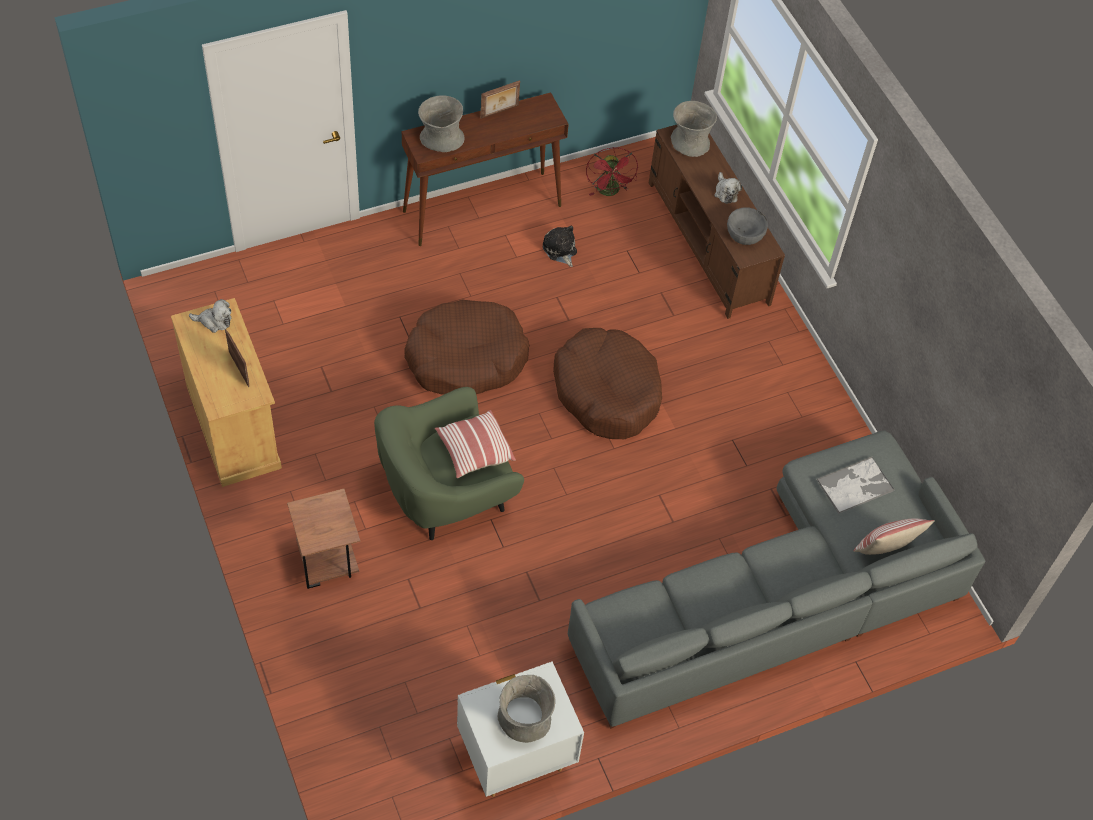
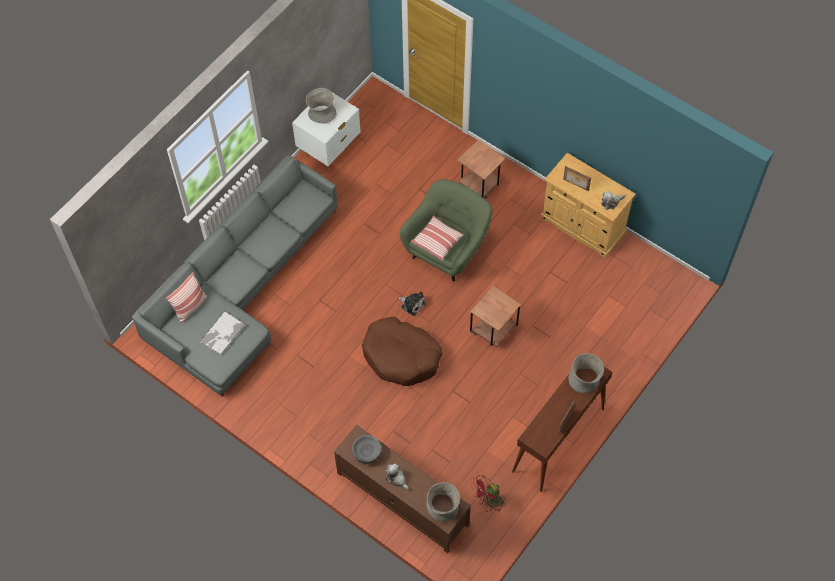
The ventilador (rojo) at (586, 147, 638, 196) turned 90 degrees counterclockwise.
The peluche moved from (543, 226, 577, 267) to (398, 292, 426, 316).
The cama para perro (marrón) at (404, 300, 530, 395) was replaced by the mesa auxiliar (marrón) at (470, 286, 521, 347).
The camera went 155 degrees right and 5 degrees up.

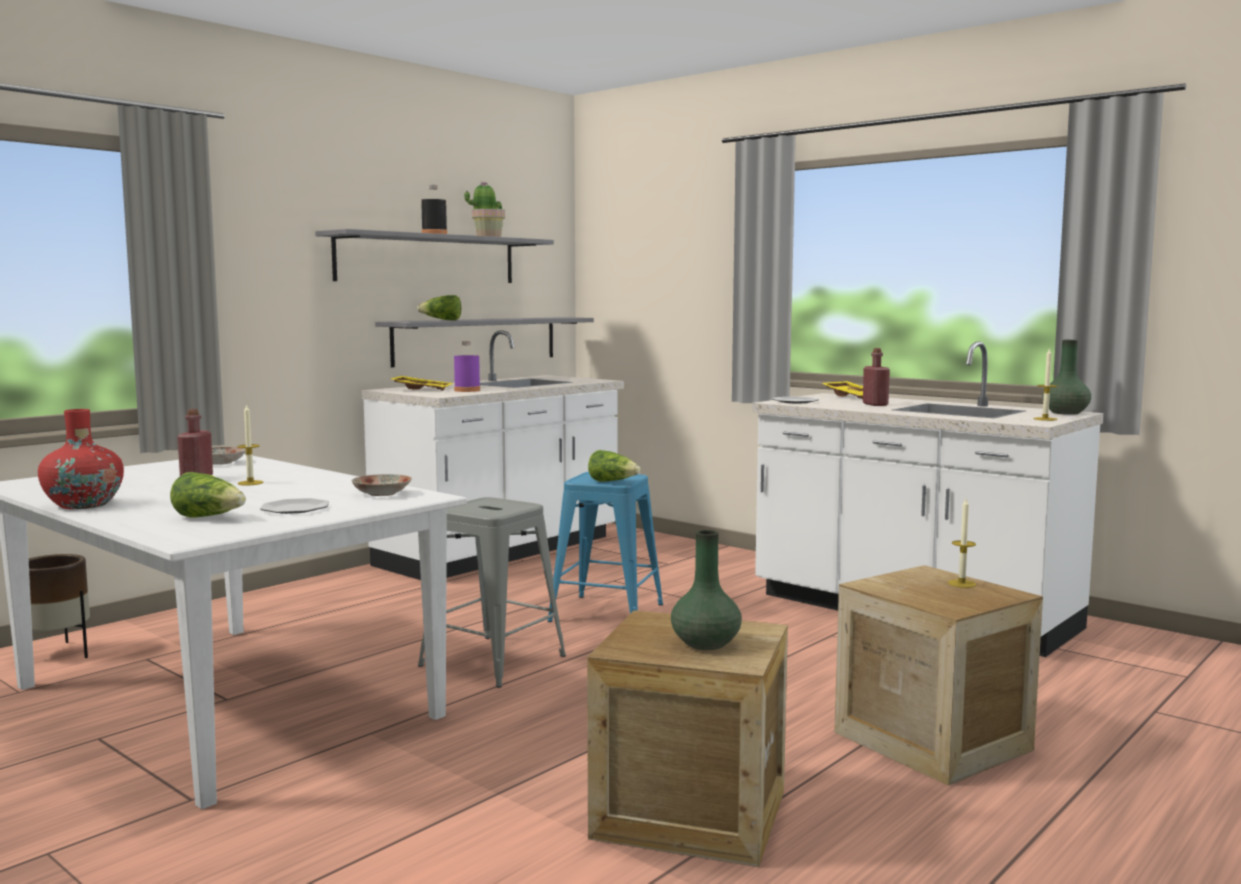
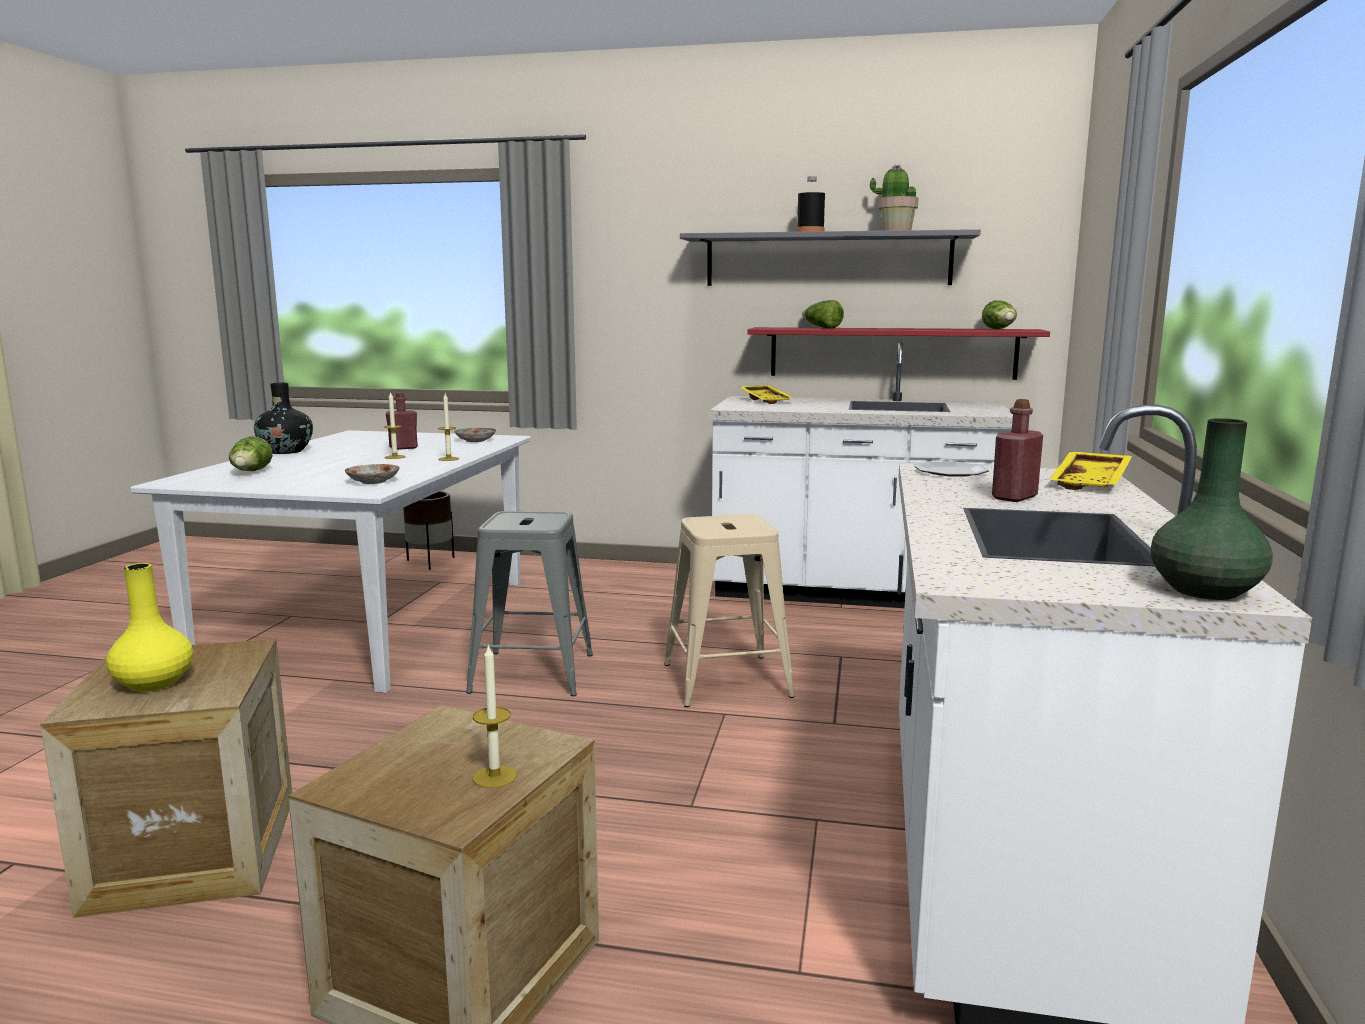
The estante (gris) at (375, 317, 594, 367) became the estante (rojo) at (747, 327, 1050, 380).
The botella (morado) at (454, 341, 480, 392) disappeared.
The vela moved from (1034, 347, 1057, 421) to (438, 394, 459, 461).
The florero (rojo) at (38, 409, 124, 509) became the florero (negro) at (254, 383, 313, 454).
The lechuga moved from (588, 450, 641, 482) to (982, 300, 1017, 329).
The taburete (azul) at (547, 472, 663, 622) became the taburete (beis) at (664, 514, 794, 707).
The plato at (260, 498, 329, 514) disappeared.
The florero (verde) at (671, 530, 742, 650) became the florero (amarillo) at (106, 563, 193, 692).
The camera went 60 degrees right and 5 degrees up.

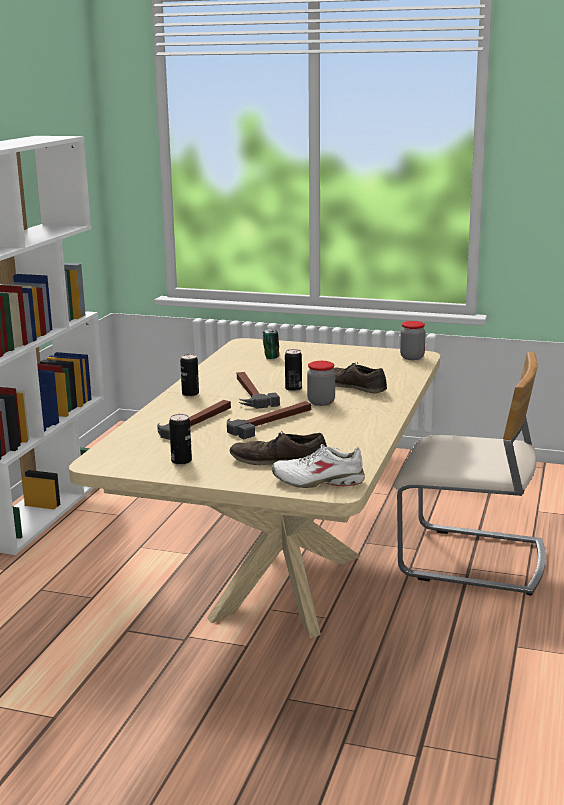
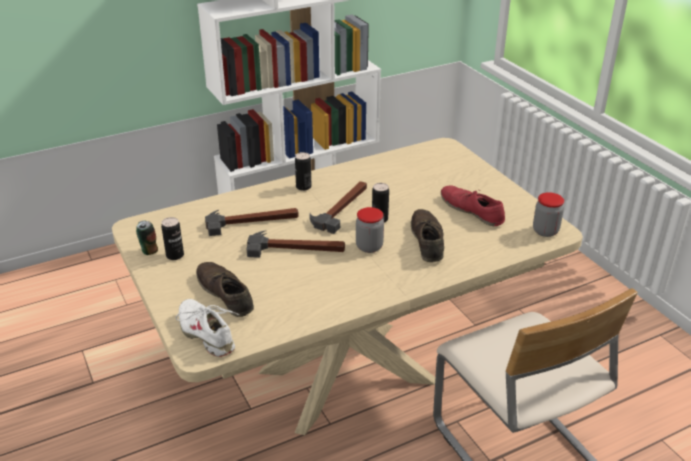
The lata moved from (263, 329, 279, 359) to (136, 221, 158, 255).
The zapato (rojo) at (441, 186, 505, 226) appeared.
The camera went 45 degrees right and 15 degrees up.

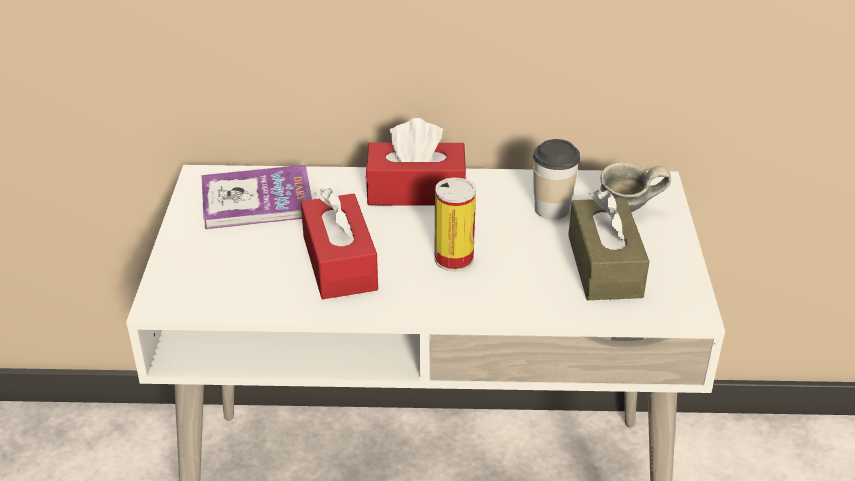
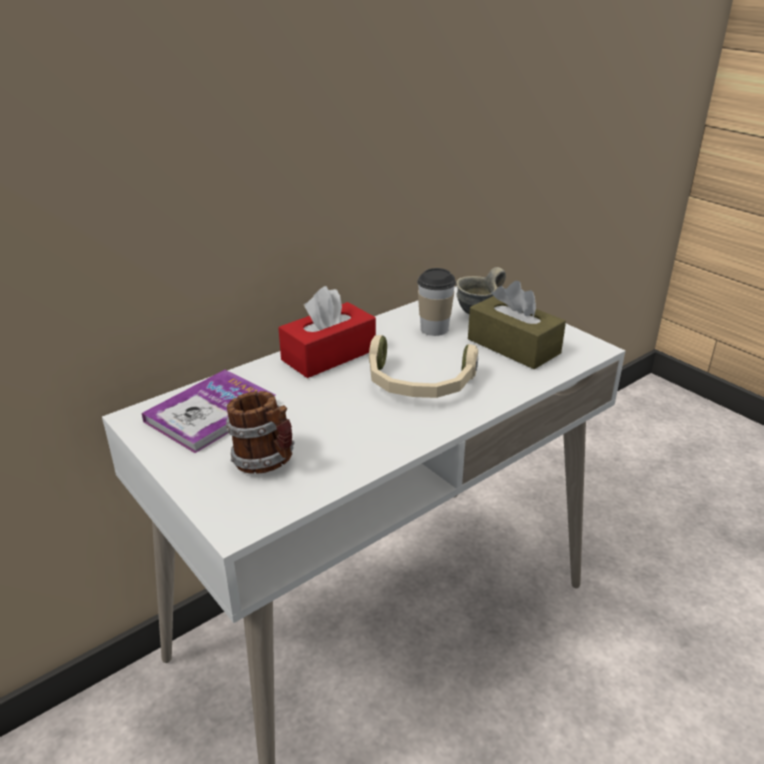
The lata at (434, 178, 476, 272) was replaced by the auriculares (beis) at (369, 335, 478, 398).
The caja de pañuelos (rojo) at (301, 188, 378, 299) disappeared.
The taza grande at (226, 391, 295, 474) appeared.
The camera went 40 degrees left and 5 degrees down.

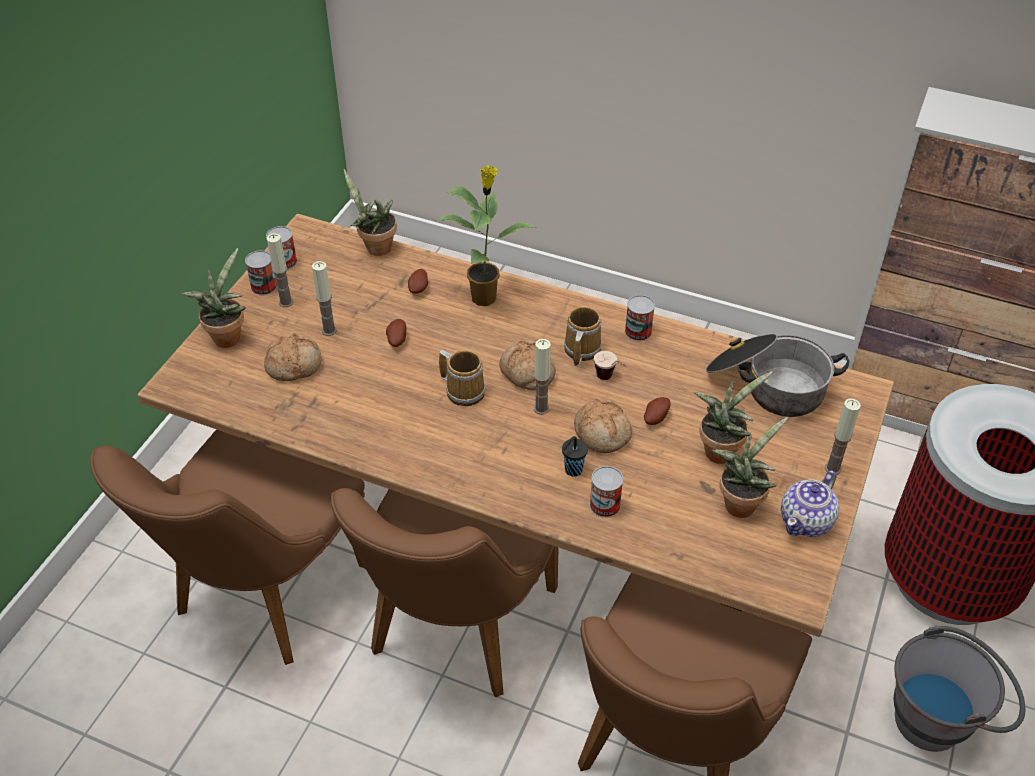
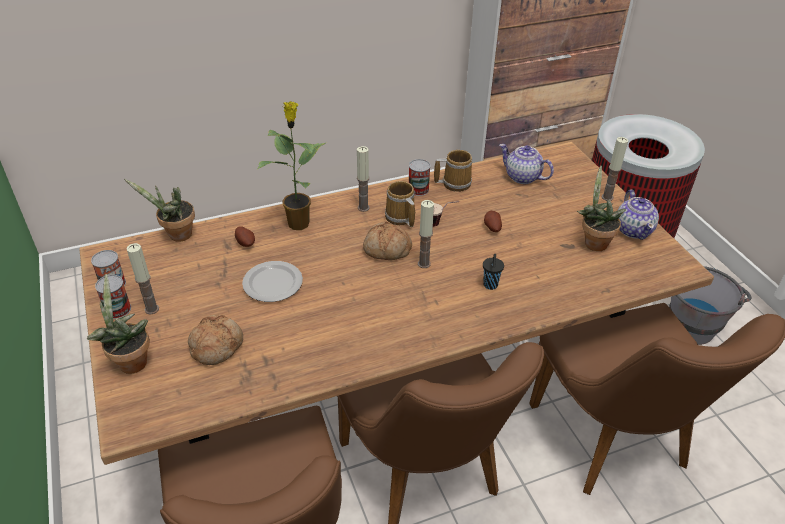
The vela moved from (312, 261, 337, 336) to (357, 146, 370, 212).
The patata at (386, 319, 406, 347) was replaced by the plato at (242, 261, 303, 302).
The olla at (706, 334, 850, 417) was replaced by the tetera at (500, 144, 554, 184).
The taza grande moved from (439, 350, 486, 406) to (434, 150, 472, 192).
The planta en maceta at (694, 371, 773, 464) disappeared.
The pan at (574, 399, 632, 453) disappeared.
The lata at (590, 466, 623, 518) disappeared.
The camera went 45 degrees left and 5 degrees down.

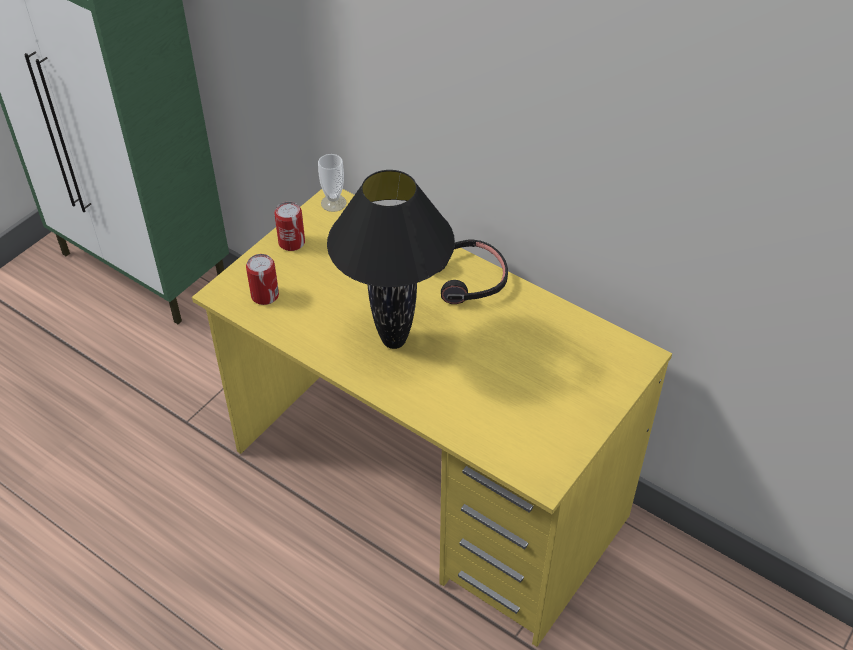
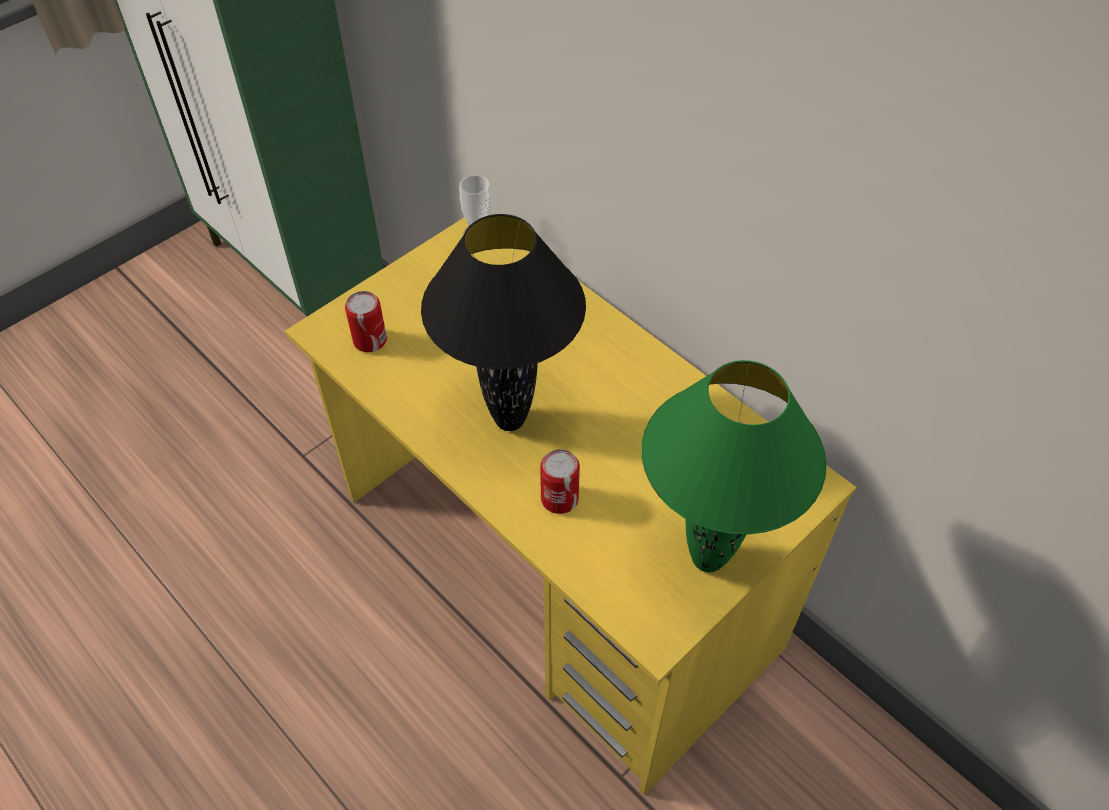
The lata moved from (274, 202, 305, 251) to (540, 449, 580, 514).
The auriculares (negro) at (439, 239, 508, 304) disappeared.
The lámpara de mesa (verde) at (641, 360, 827, 573) appeared.
The camera went 10 degrees right and 5 degrees up.

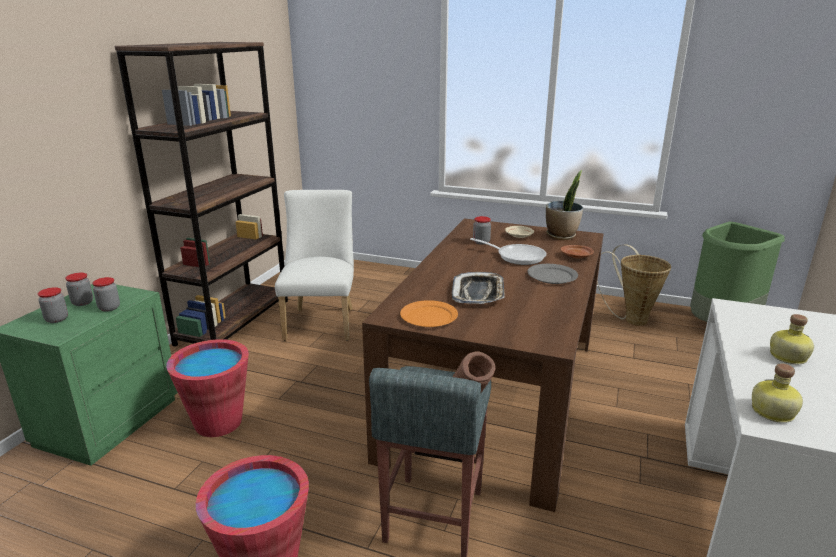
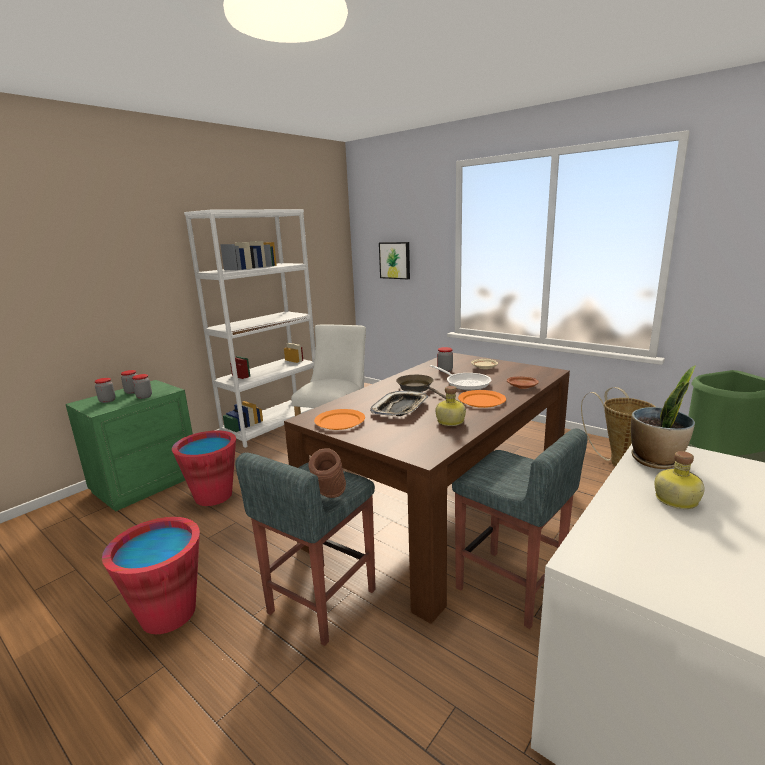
The estantería (marrón) at (115, 42, 288, 347) became the estantería (blanco) at (184, 209, 315, 448).
The planta en maceta moved from (546, 170, 583, 240) to (631, 365, 696, 469).
The plato (gris) at (527, 264, 578, 284) became the plato (naranja) at (458, 390, 506, 408).
The botella moved from (752, 363, 803, 423) to (435, 386, 466, 426).
The cuadro at (379, 242, 410, 279) appeared.
The sartén (marrón) at (396, 375, 446, 399) appeared.
The taburete (gris) at (452, 428, 587, 629) appeared.
The camera went 20 degrees right and 5 degrees down.

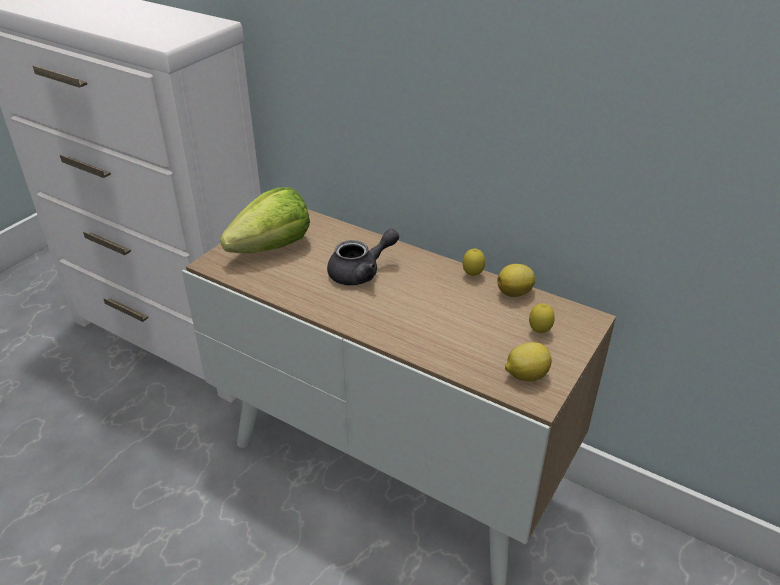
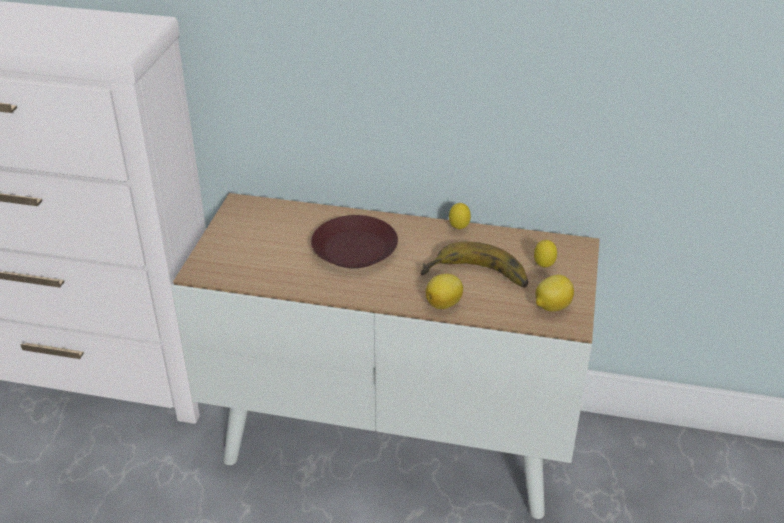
The lechuga at (220, 187, 310, 253) disappeared.
The tetera (gris) at (327, 229, 399, 285) was replaced by the plato (marrón) at (311, 215, 398, 268).
The limón moved from (497, 264, 535, 297) to (426, 274, 463, 309).
The plátano at (420, 242, 528, 288) appeared.
The camera went 20 degrees left and 0 degrees up.

